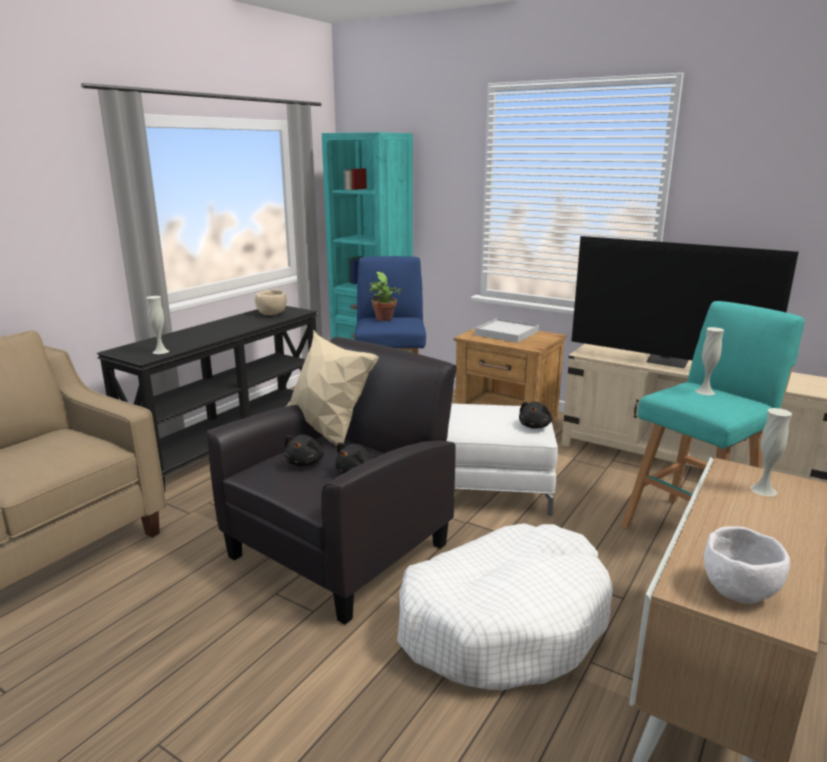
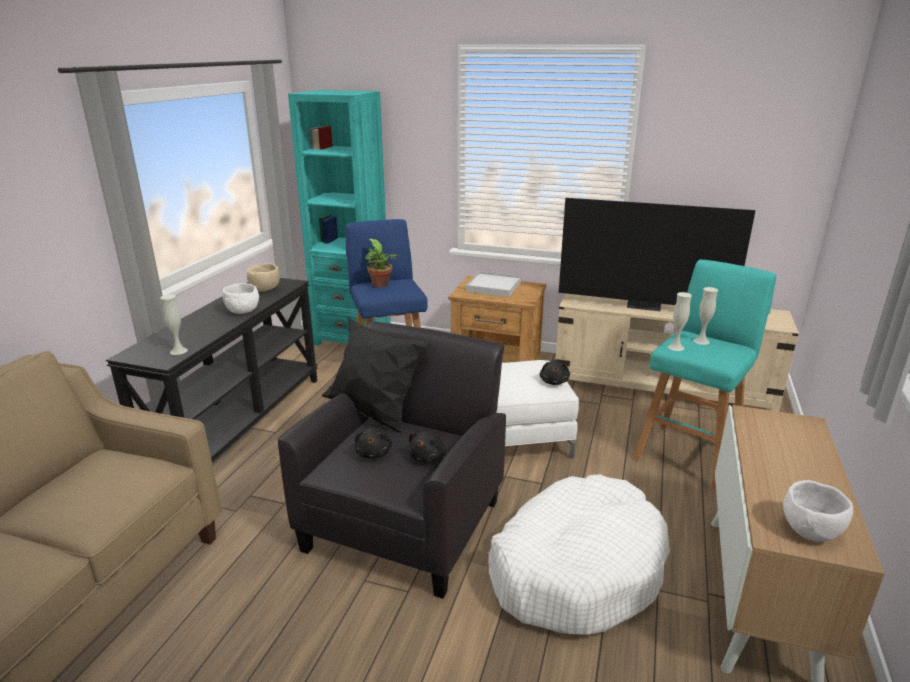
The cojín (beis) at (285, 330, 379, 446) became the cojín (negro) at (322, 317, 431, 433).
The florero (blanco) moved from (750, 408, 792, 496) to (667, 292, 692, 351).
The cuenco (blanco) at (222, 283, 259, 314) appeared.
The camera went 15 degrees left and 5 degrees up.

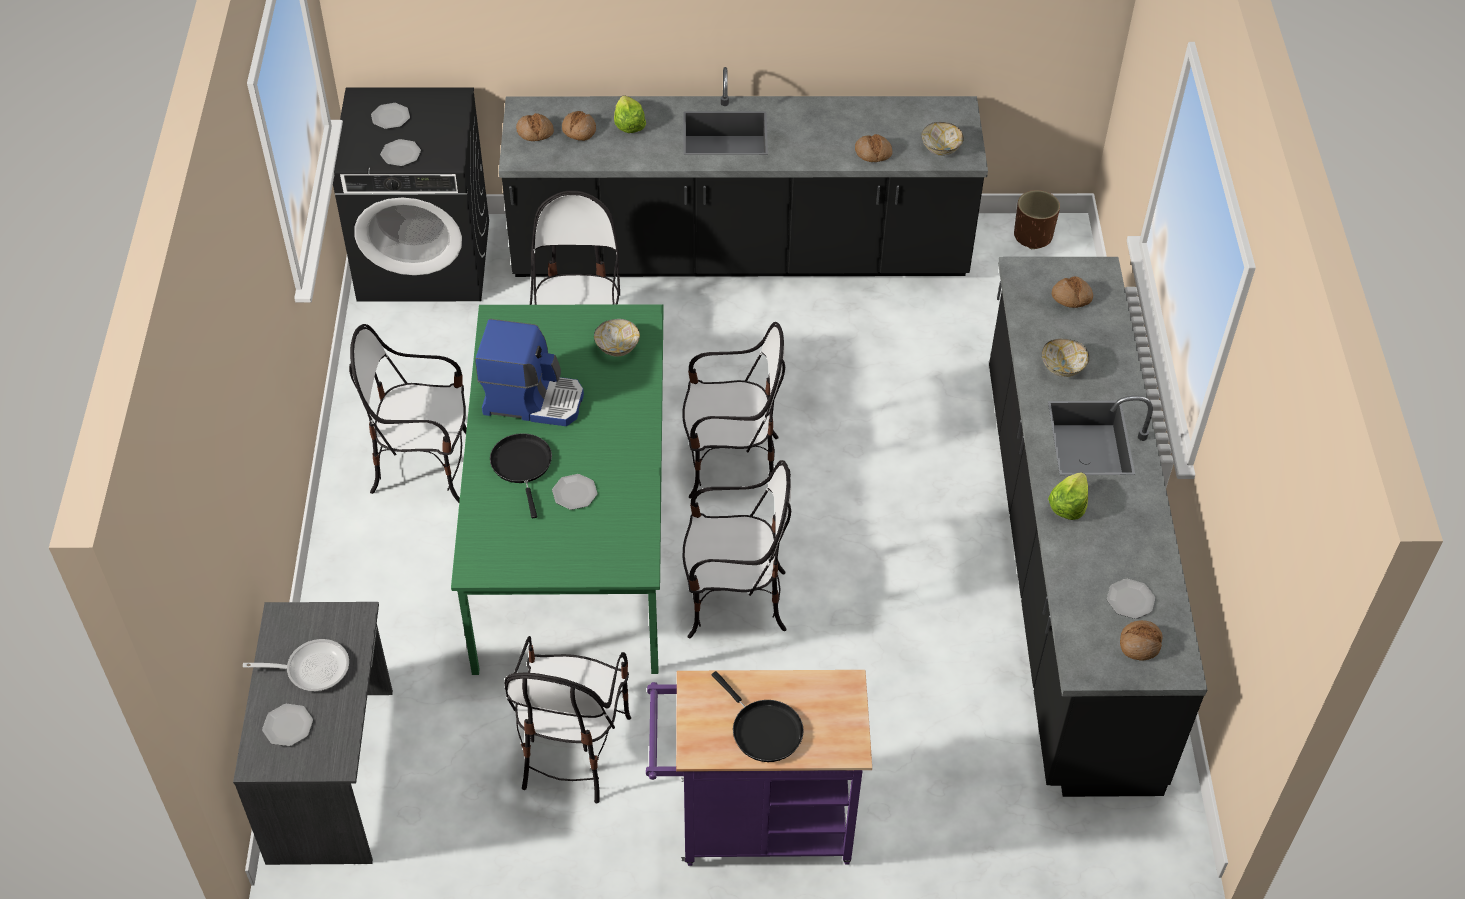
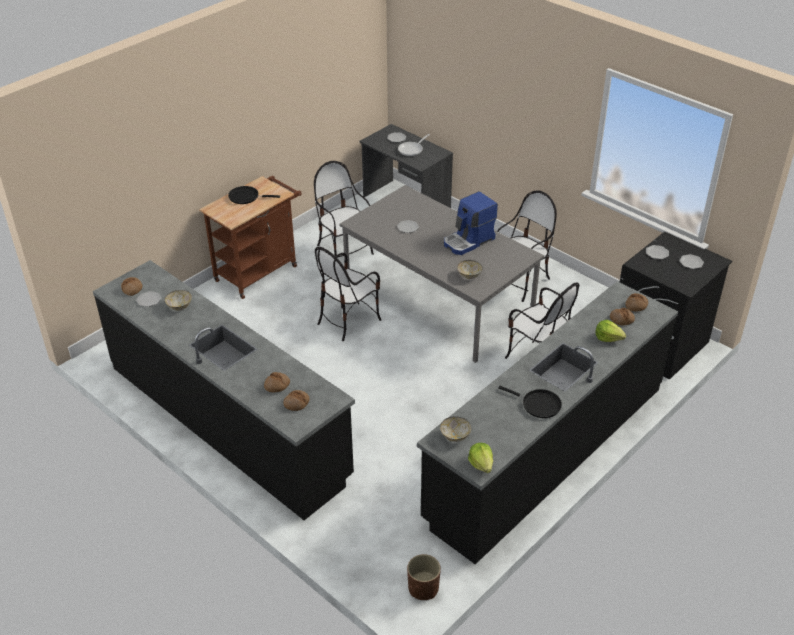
The pan moved from (855, 134, 892, 162) to (264, 372, 290, 392).
The mesa de comedor (verde) at (451, 304, 664, 675) became the mesa de comedor (gris) at (339, 185, 544, 363).
The silla at (682, 322, 785, 499) disappeared.
The cuenco moved from (1042, 339, 1089, 377) to (164, 290, 192, 311).
The sartén (negro) moved from (490, 433, 552, 518) to (498, 386, 562, 418).
The lechuga moved from (1048, 472, 1088, 520) to (468, 443, 493, 473).
The carrito (morado) at (646, 670, 872, 866) became the carrito (marrón) at (199, 176, 302, 299).
The camera went 135 degrees right and 10 degrees down.

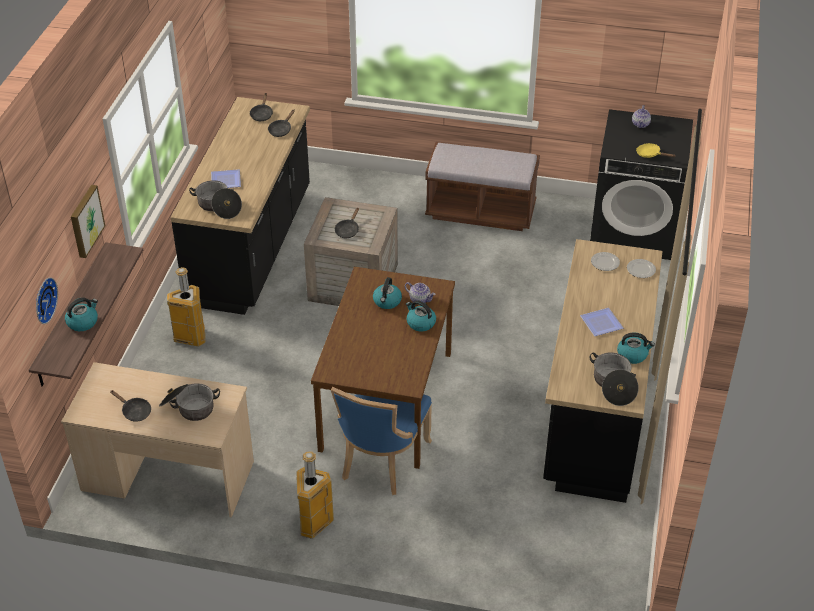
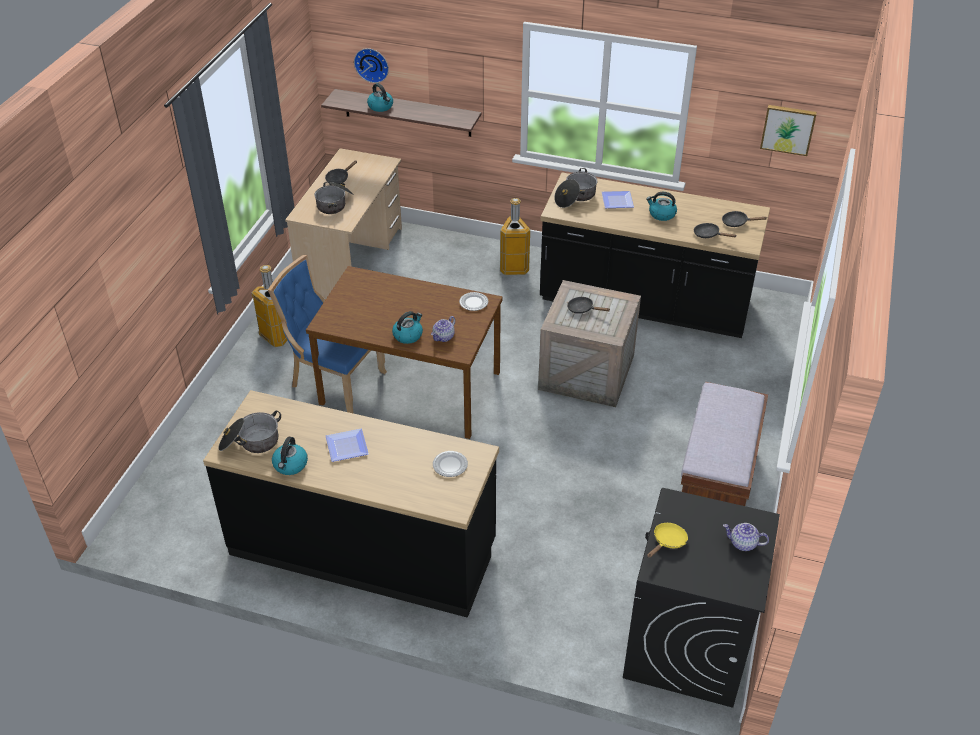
The cuadro moved from (71, 185, 105, 258) to (760, 105, 817, 156).
The plato moved from (627, 259, 656, 278) to (459, 292, 488, 311).
The hervidor moved from (373, 277, 402, 309) to (646, 192, 677, 221).
The camera went 95 degrees right and 0 degrees up.

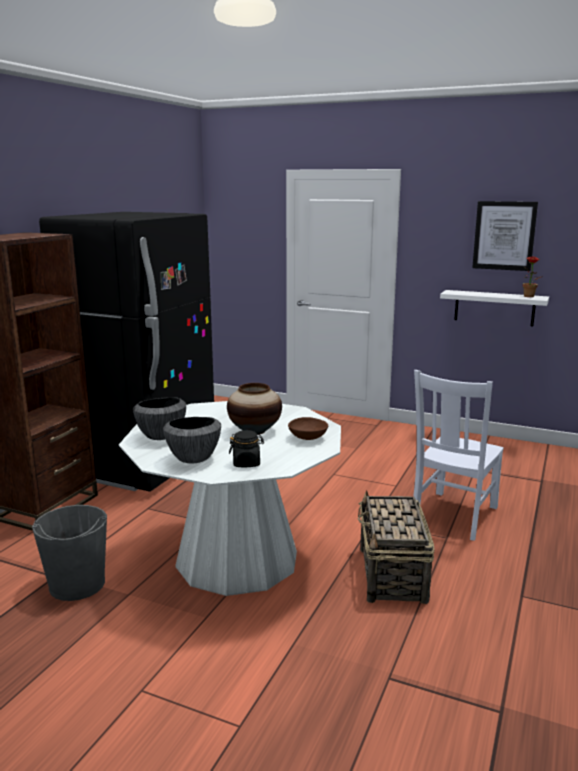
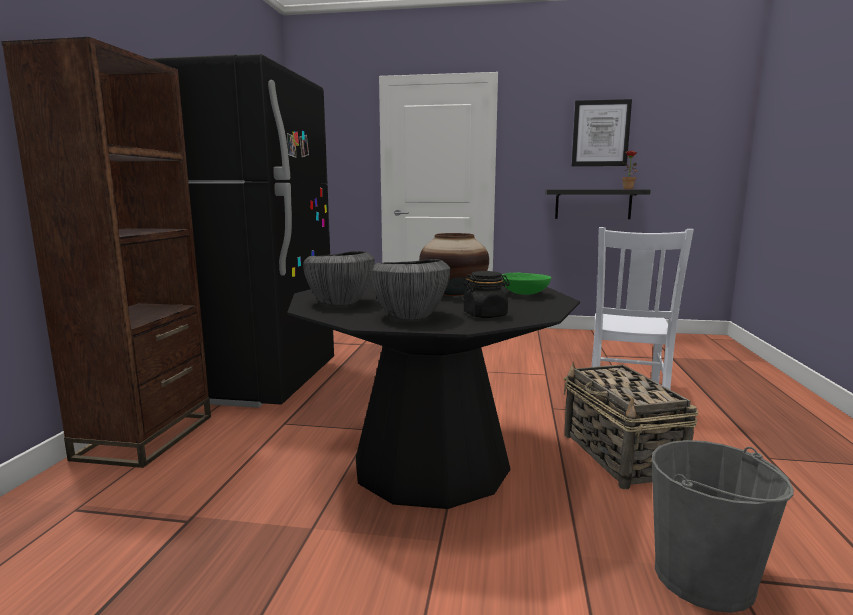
The estante (blanco) at (440, 290, 549, 326) became the estante (negro) at (545, 189, 651, 219).
The mesa de comedor (blanco) at (119, 401, 341, 596) became the mesa de comedor (negro) at (287, 279, 580, 509).
The cuenco (marrón) at (288, 417, 328, 440) became the cuenco (verde) at (501, 273, 551, 295).
The cubo (gris) moved from (32, 505, 107, 601) to (652, 440, 794, 613).
The camera went 15 degrees left and 5 degrees down.

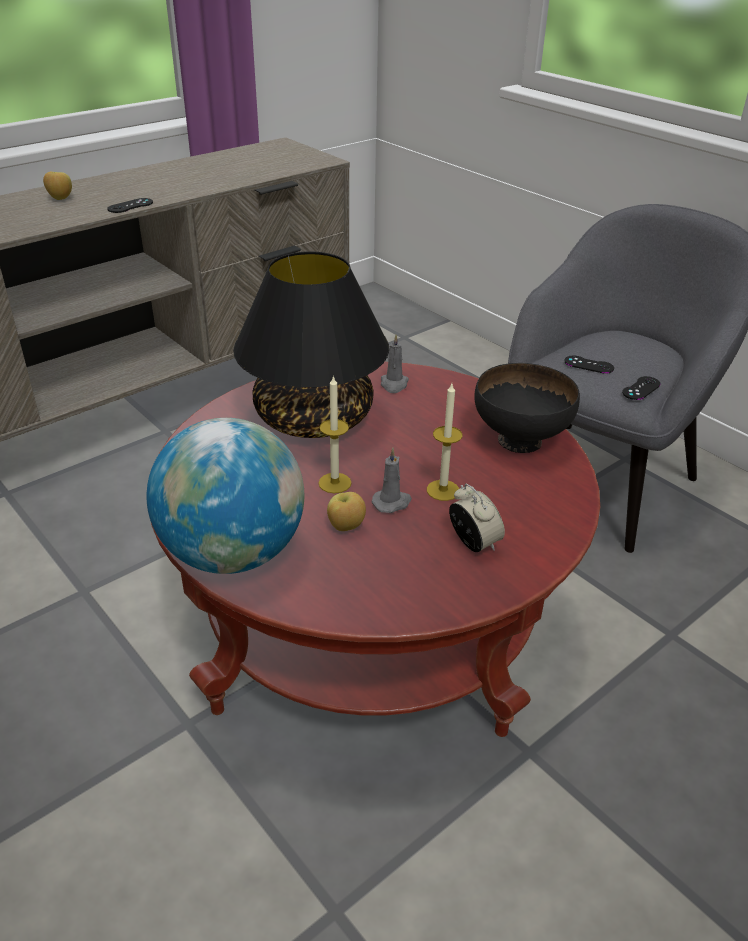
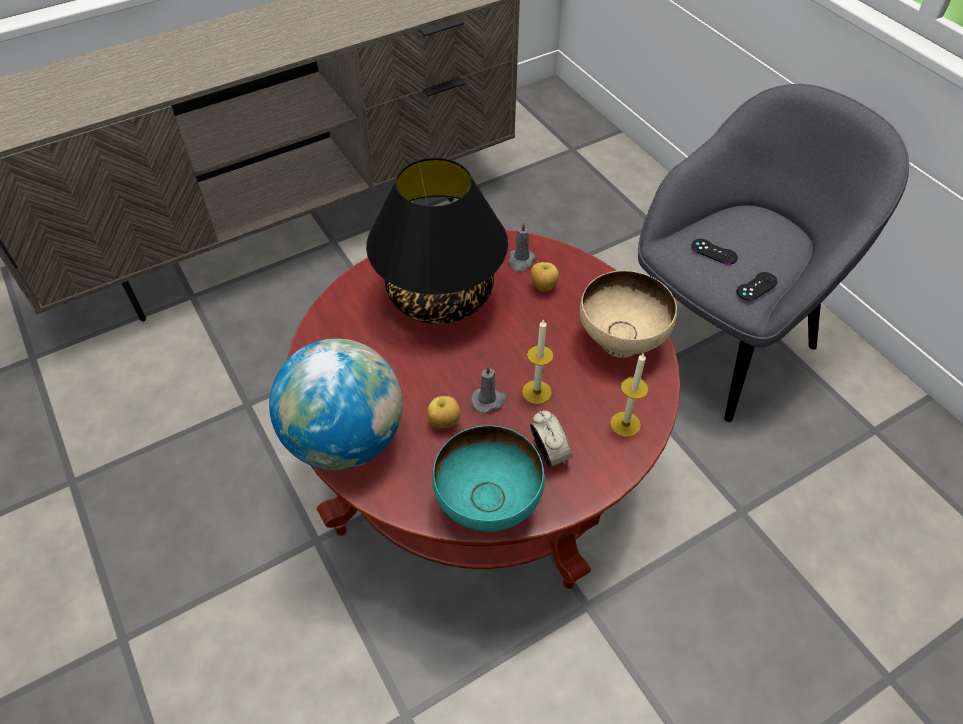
The manzana moved from (43, 172, 72, 200) to (530, 262, 559, 292).
The mando de consola (negro) at (107, 198, 153, 213) disappeared.
The cuenco (negro) at (474, 363, 580, 453) became the cuenco (beis) at (580, 270, 677, 357).
The vela moved from (318, 375, 352, 493) to (610, 352, 649, 437).
The cuenco (turquesa) at (432, 425, 545, 532) appeared.
The camera went 10 degrees right and 15 degrees up.

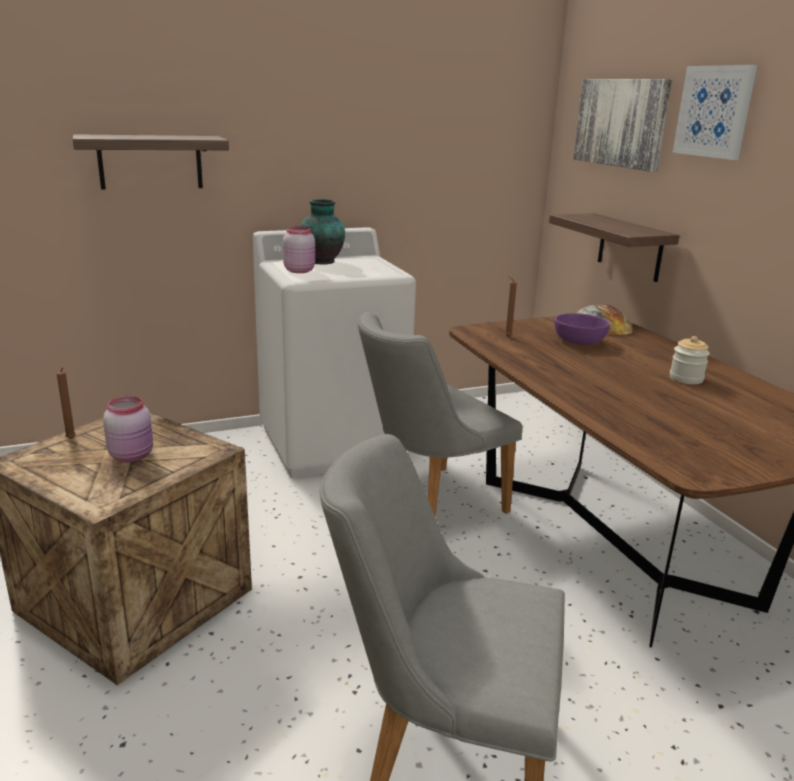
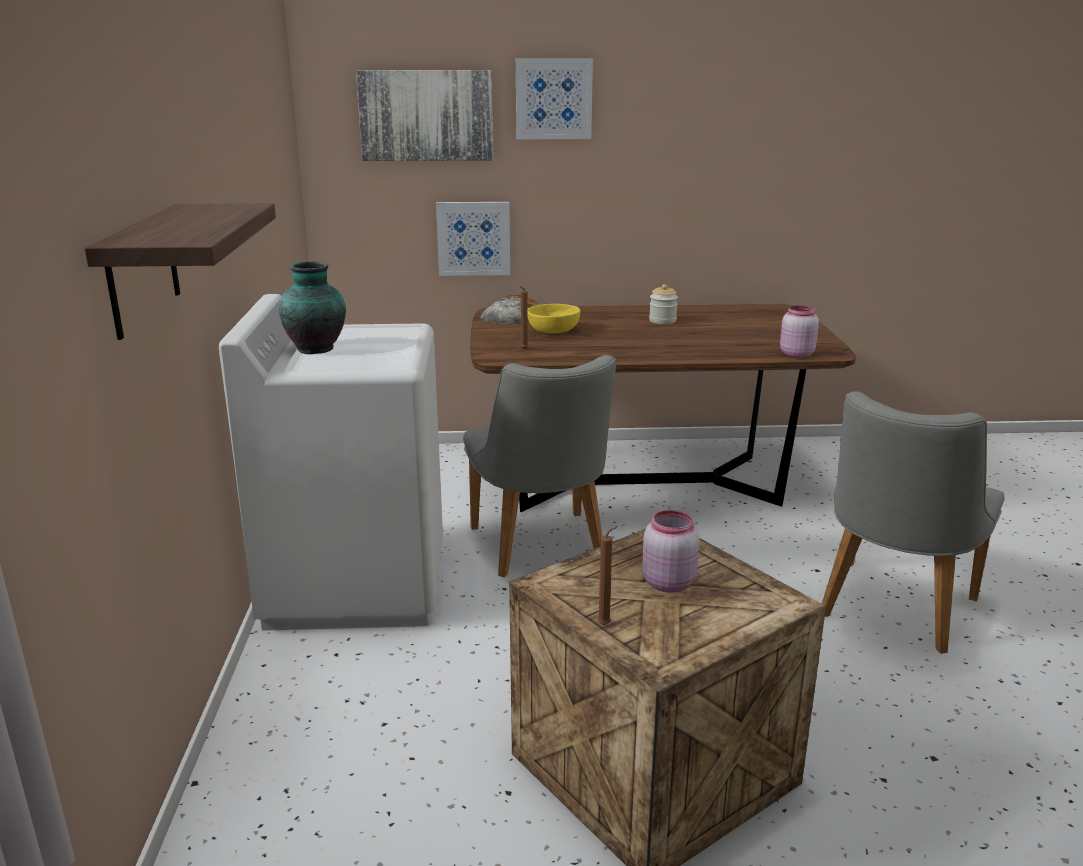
The estante at (549, 213, 679, 282) was replaced by the cuadro at (436, 202, 510, 276).
The tarro (rosa) moved from (283, 226, 315, 273) to (780, 306, 819, 358).
The cuenco (morado) at (554, 313, 610, 345) became the cuenco (amarillo) at (528, 304, 580, 334).
The camera went 70 degrees left and 0 degrees up.

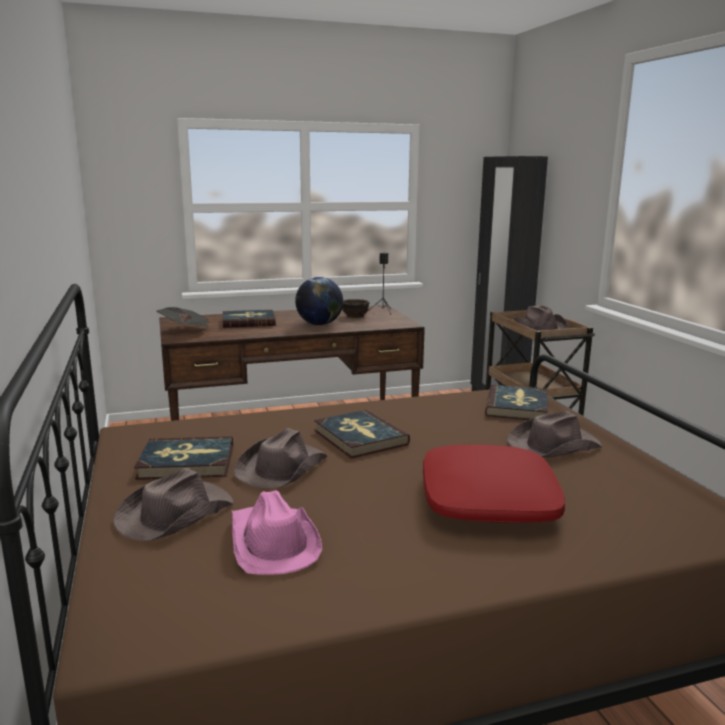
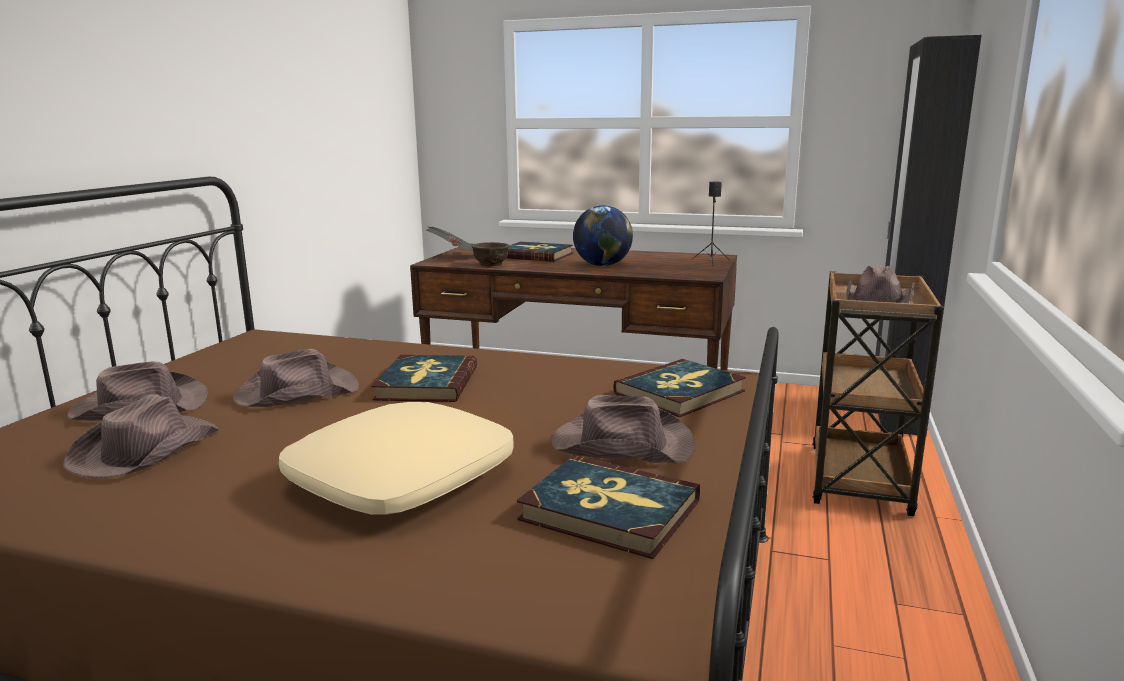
The cuenco (marrón) moved from (342, 299, 370, 318) to (472, 242, 509, 266).
The libro moved from (134, 436, 233, 480) to (517, 455, 700, 559).
The cojín (rojo) at (423, 445, 565, 523) became the cojín (beis) at (279, 402, 514, 515).
The sombrero (rosa) at (232, 490, 322, 575) became the sombrero (marrón) at (63, 395, 219, 479).
The camera went 35 degrees right and 0 degrees up.

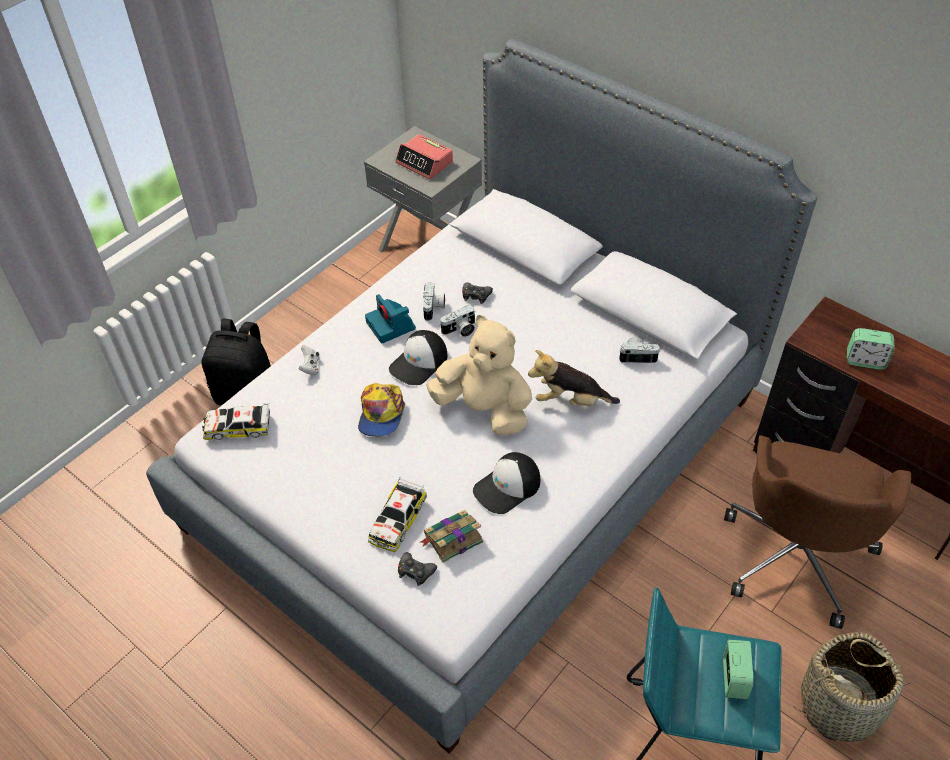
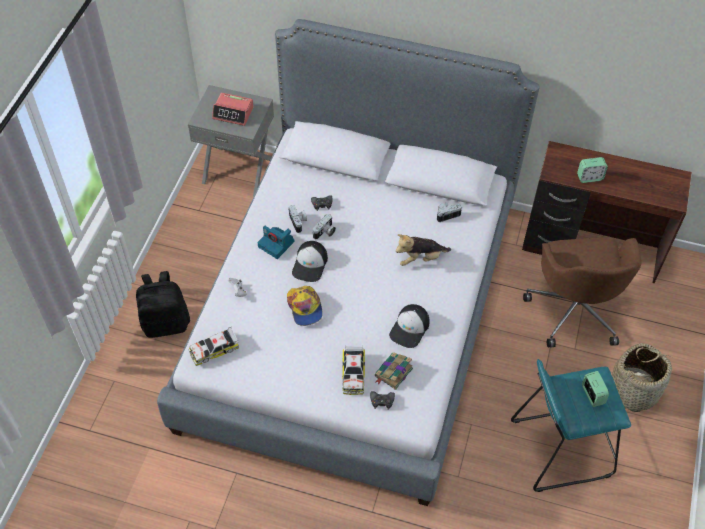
The peluche (beis) at (426, 315, 532, 436) disappeared.
The camera went 25 degrees left and 5 degrees up.

